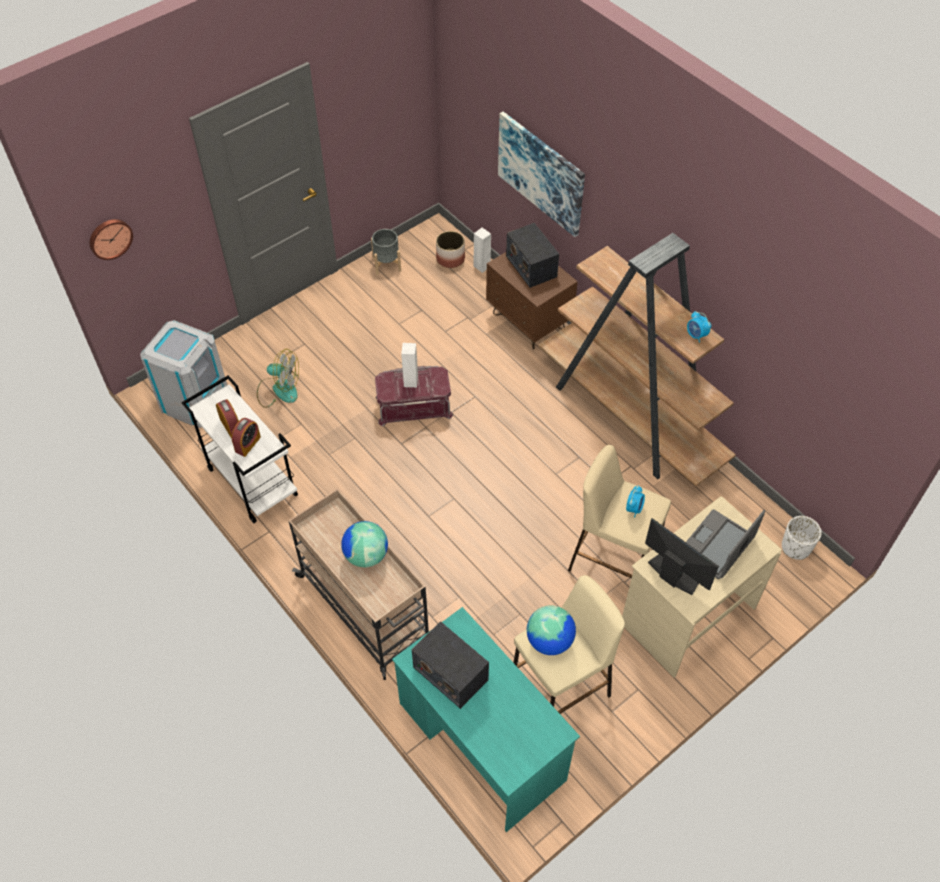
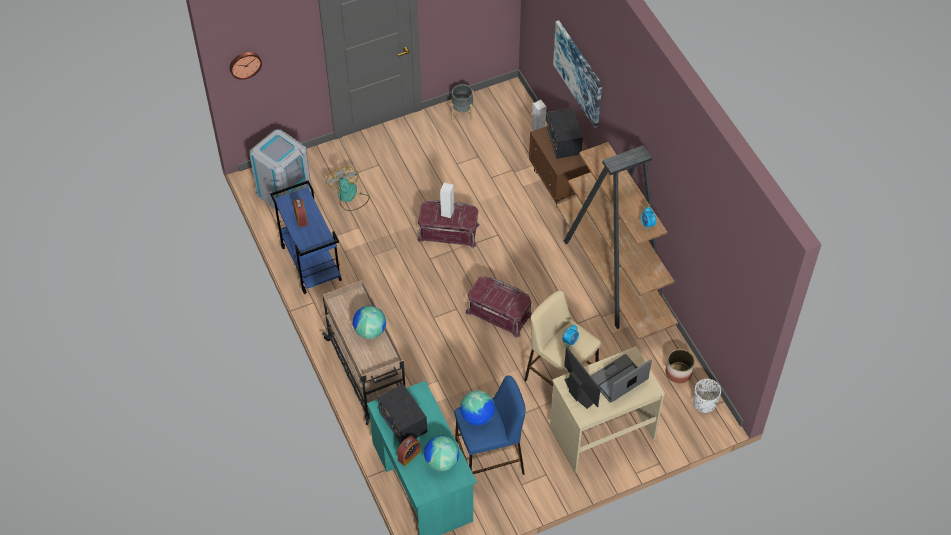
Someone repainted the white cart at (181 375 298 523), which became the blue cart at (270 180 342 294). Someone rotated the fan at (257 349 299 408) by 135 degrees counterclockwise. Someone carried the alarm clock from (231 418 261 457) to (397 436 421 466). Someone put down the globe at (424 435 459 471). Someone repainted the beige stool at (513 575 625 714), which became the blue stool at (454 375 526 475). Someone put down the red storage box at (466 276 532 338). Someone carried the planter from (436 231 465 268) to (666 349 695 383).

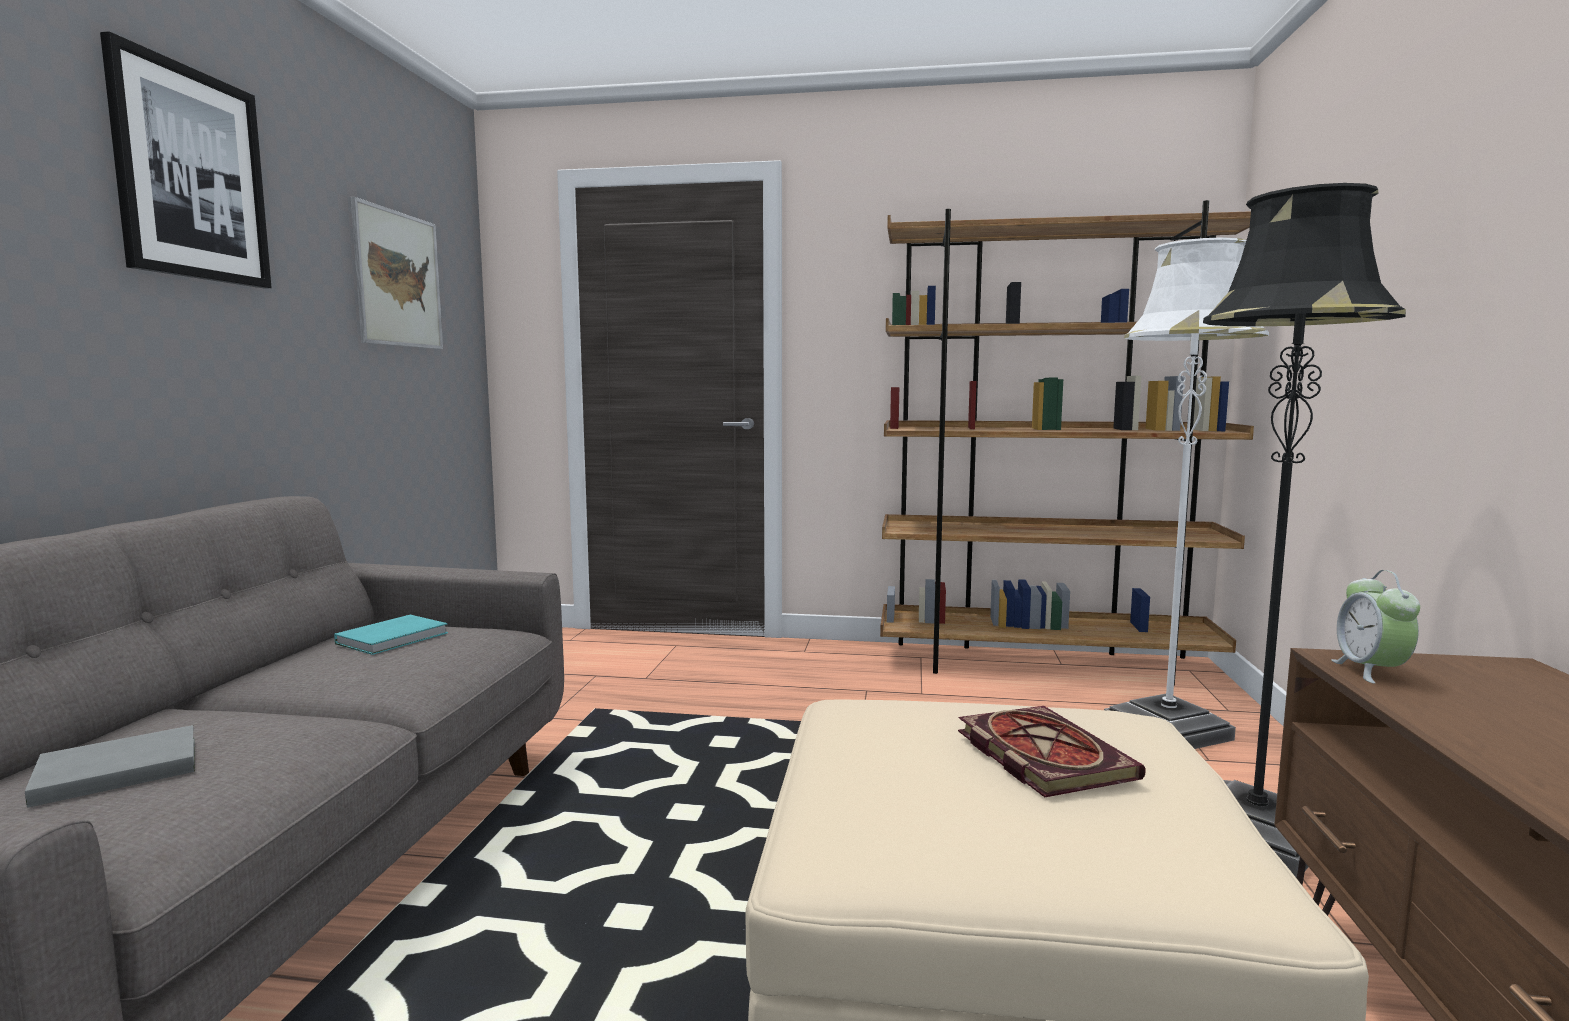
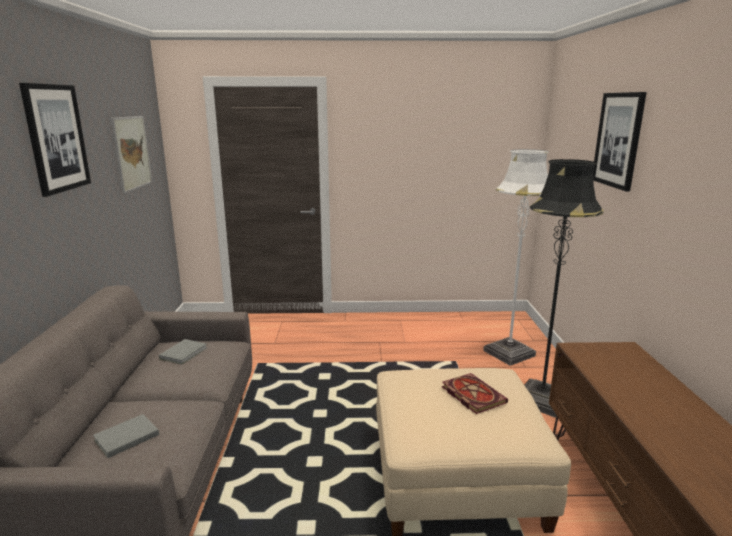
Someone repainted the turquoise book at (334 615 448 655), which became the grey book at (159 339 207 364). Someone put up the picture at (593 92 647 191). Someone took away the brown bookcase at (880 200 1254 685). Someone took away the alarm clock at (1331 570 1420 684).

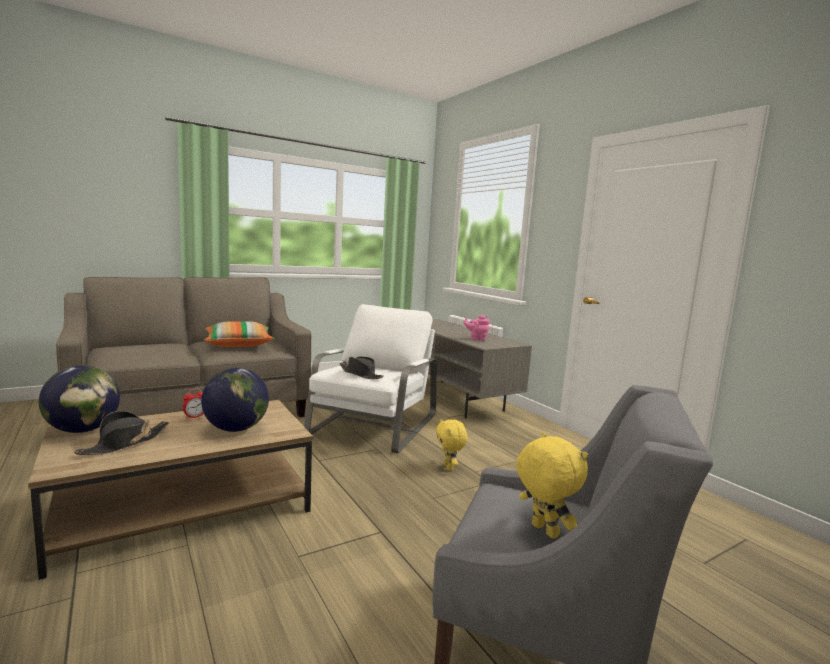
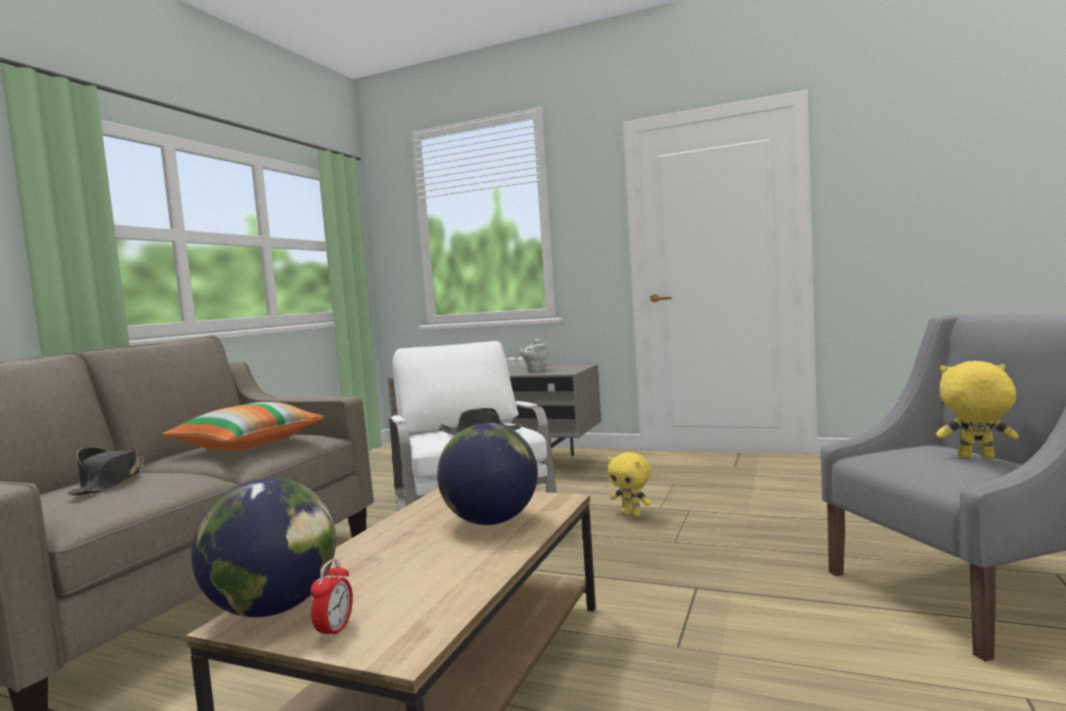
Someone carried the black hat from (74 411 169 455) to (68 447 145 495). Someone carried the alarm clock from (182 388 204 419) to (311 559 353 641). Someone repainted the pink teapot at (464 315 490 341), which became the grey teapot at (520 339 548 372).

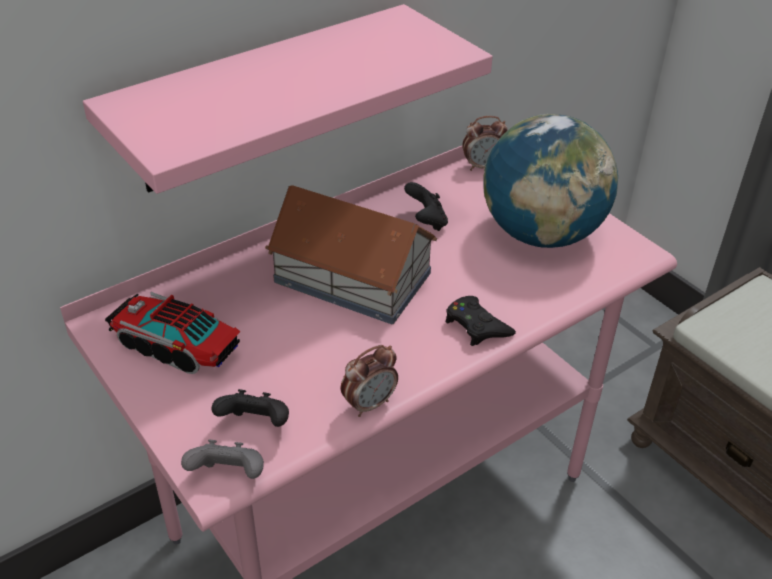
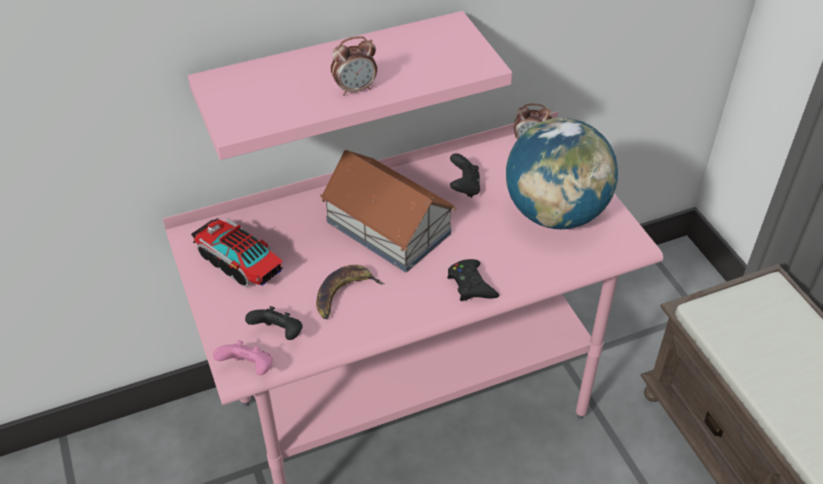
Someone repainted the grey game controller at (181 440 264 479), which became the pink game controller at (213 340 273 375). Someone put down the banana at (316 265 385 319). Someone carried the alarm clock from (340 345 398 417) to (331 36 377 96).

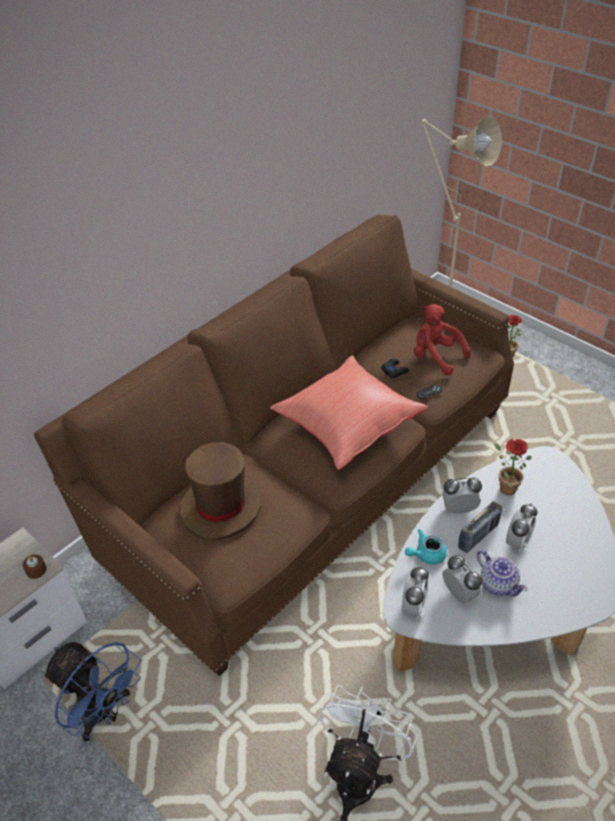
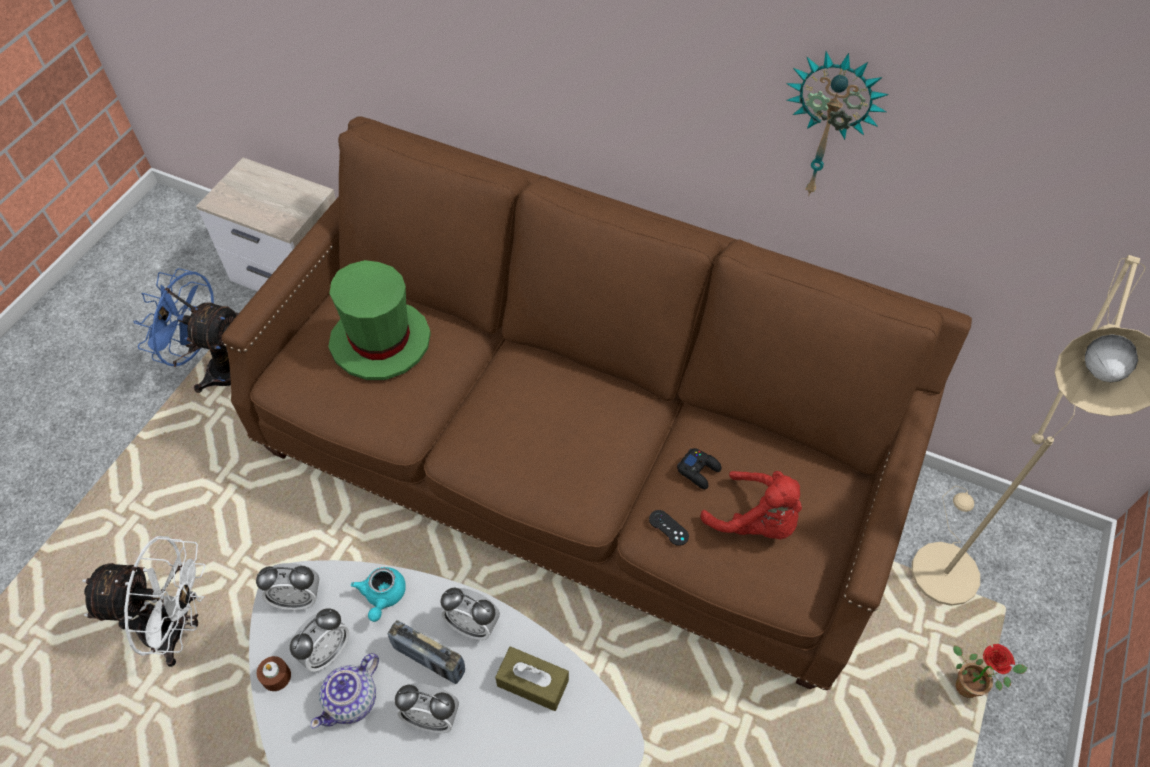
Someone rotated the blue fan at (44 642 141 742) by 90 degrees clockwise. Someone carried the brown candle from (23 555 47 579) to (257 656 291 691). Someone repainted the brown hat at (180 442 261 541), which became the green hat at (328 260 431 380). Someone rotated the turquoise teapot at (405 529 447 565) by 135 degrees counterclockwise. Someone rotated the alarm clock at (442 477 482 514) by 135 degrees clockwise. Someone swapped the potted plant at (495 439 532 495) for the brown tissue box at (495 646 569 711). Someone rotated the red plush toy at (414 304 471 375) by 105 degrees clockwise. Someone put up the wall clock at (786 51 889 196). Someone took away the red pillow at (270 355 428 470).

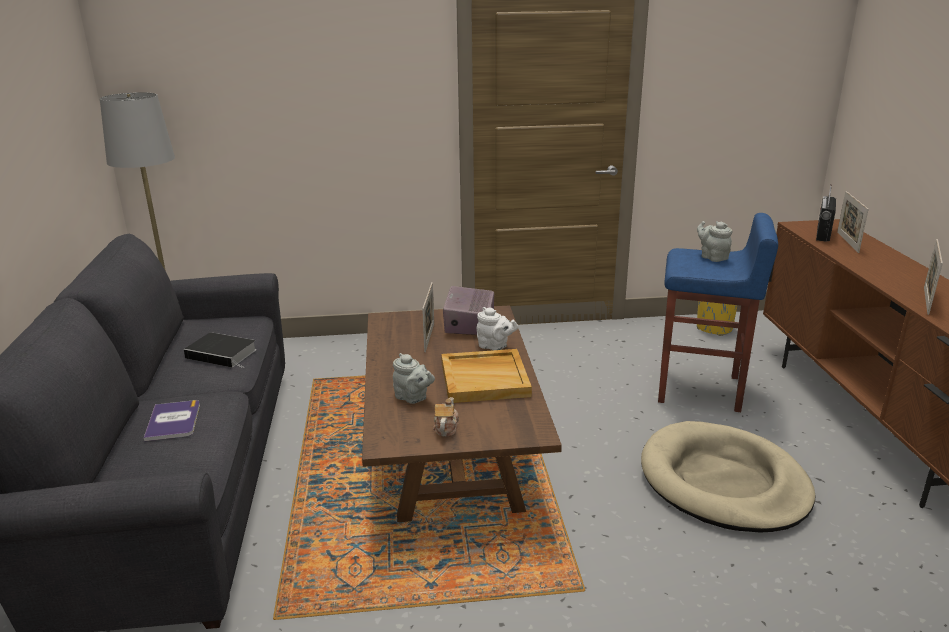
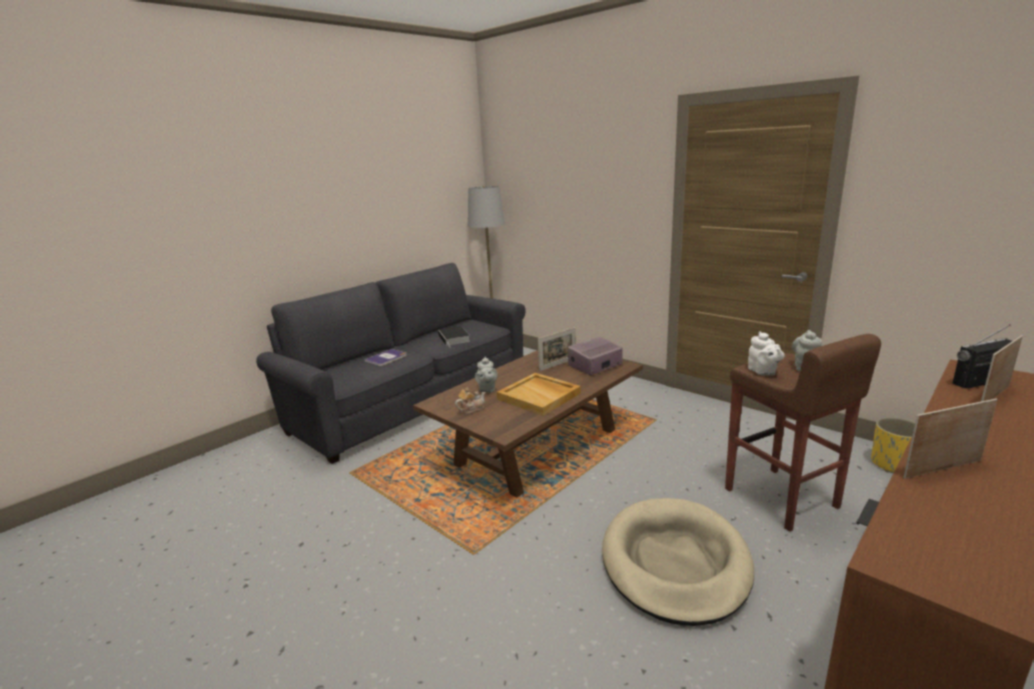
Someone repainted the blue stool at (658 213 778 412), which became the brown stool at (725 334 881 532). Someone carried the white teapot from (477 307 518 350) to (748 331 784 375).

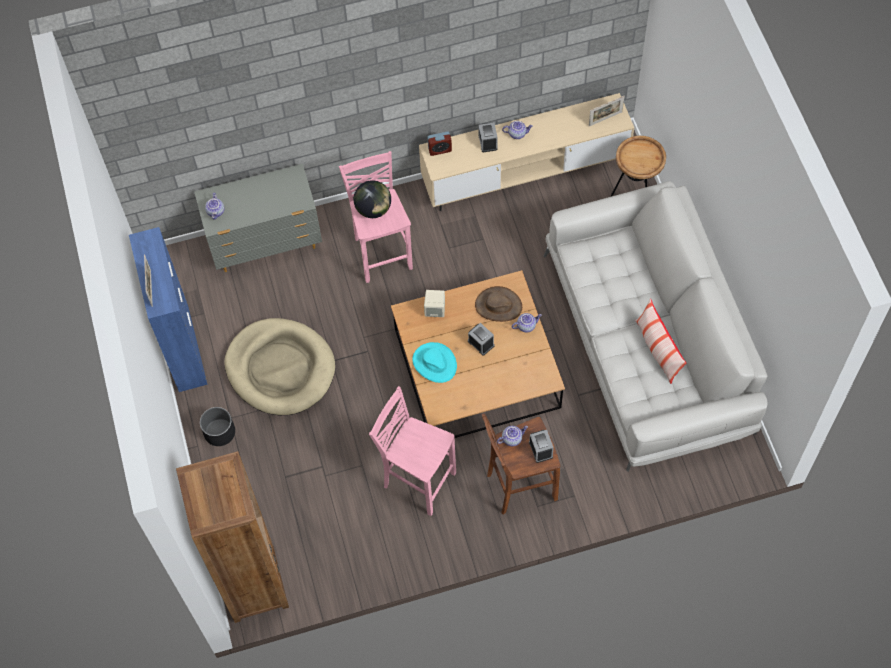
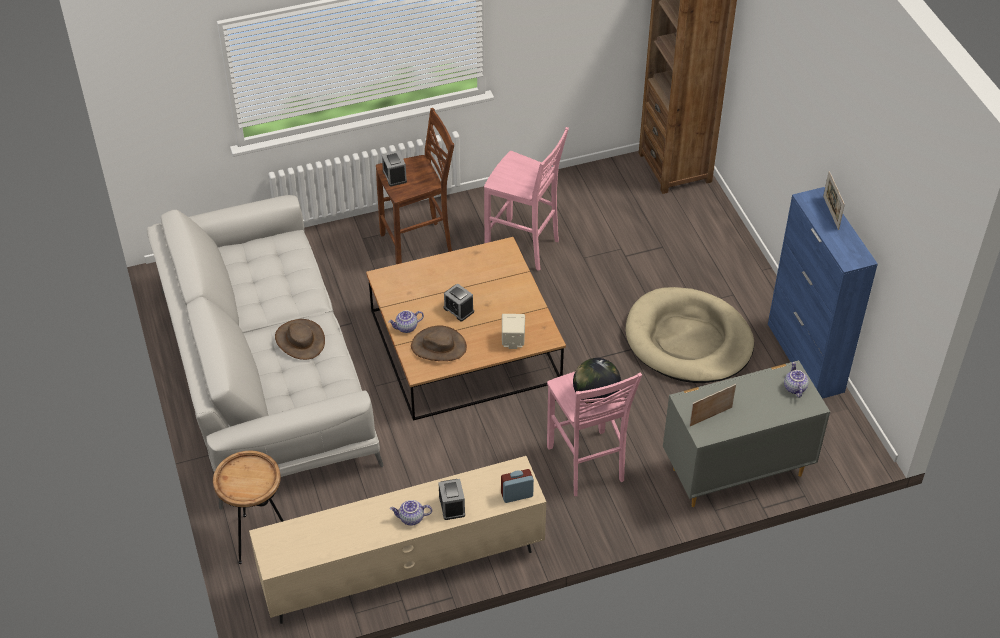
Someone put down the brown hat at (275 319 325 360). Someone carried the picture frame from (589 96 624 126) to (689 384 736 427). Someone took away the black planter at (200 407 235 446). Someone took away the turquoise hat at (412 342 457 383). Someone took away the teapot at (497 426 528 446). Someone took away the pillow at (635 299 686 384).

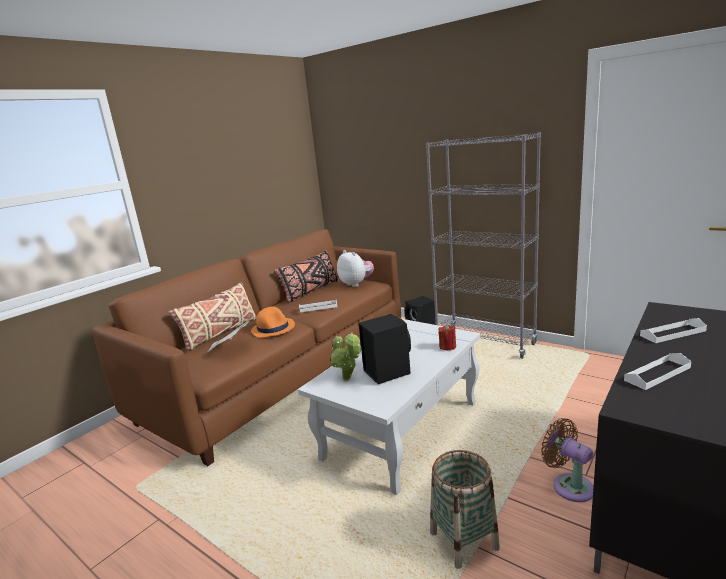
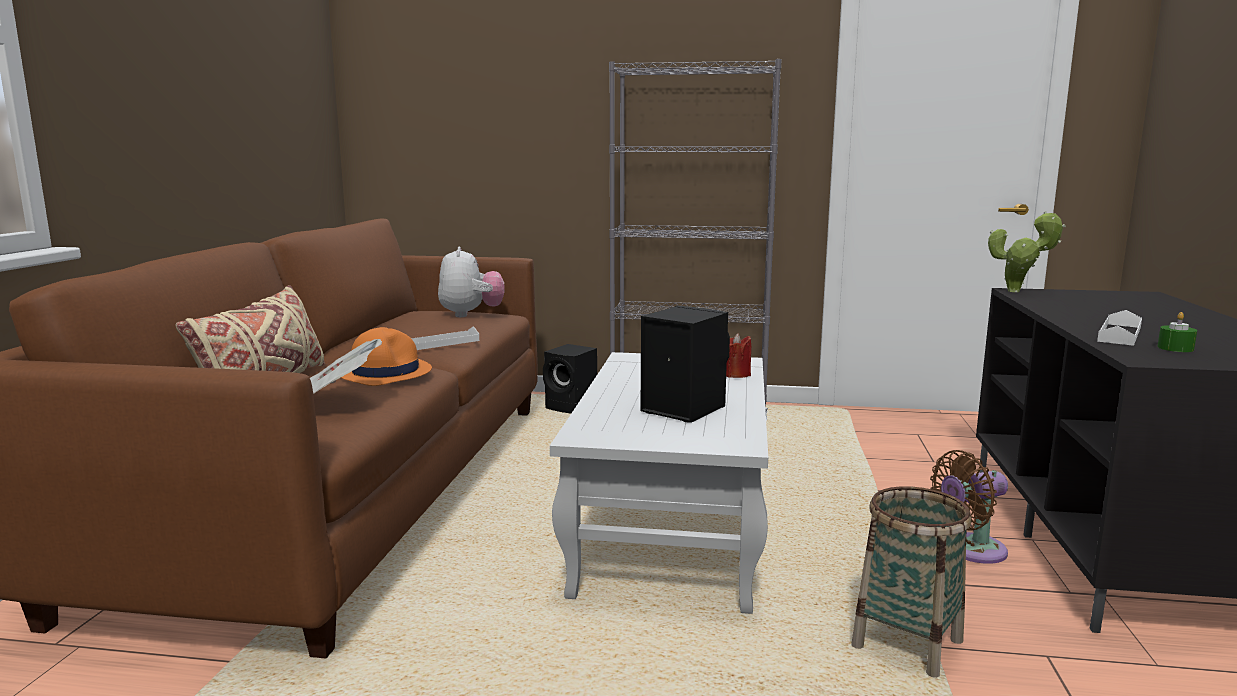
Someone rotated the plush toy at (337 250 374 287) by 60 degrees clockwise. Someone rotated the brown fan at (541 418 594 502) by 45 degrees counterclockwise. Someone carried the potted plant from (331 332 361 381) to (988 211 1066 292). Someone put down the green candle at (1157 312 1197 352). Someone took away the black pillow at (274 250 339 302). Someone took away the white tray at (640 318 707 343).

